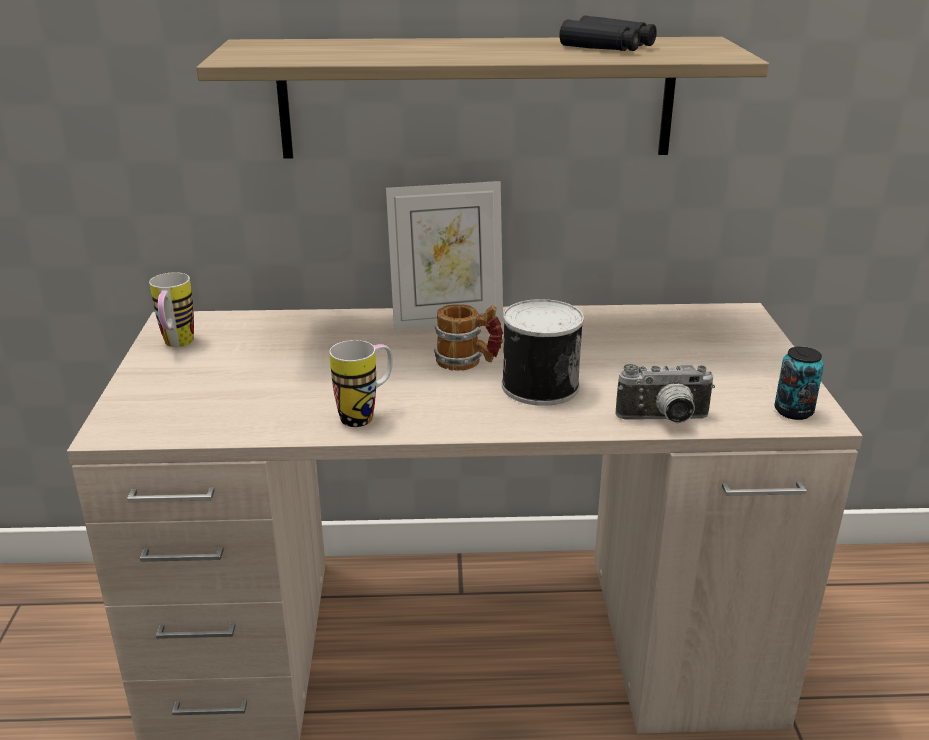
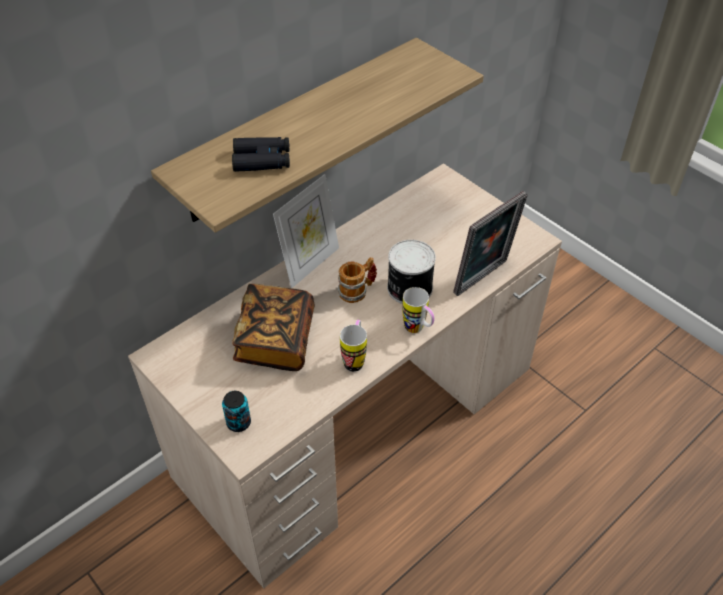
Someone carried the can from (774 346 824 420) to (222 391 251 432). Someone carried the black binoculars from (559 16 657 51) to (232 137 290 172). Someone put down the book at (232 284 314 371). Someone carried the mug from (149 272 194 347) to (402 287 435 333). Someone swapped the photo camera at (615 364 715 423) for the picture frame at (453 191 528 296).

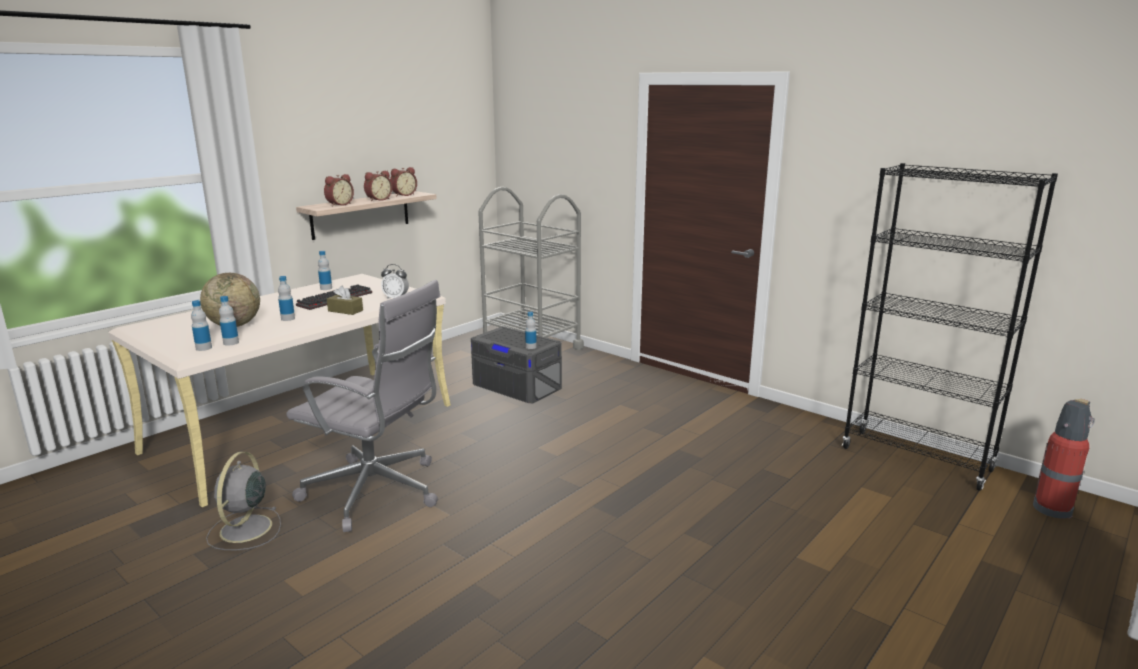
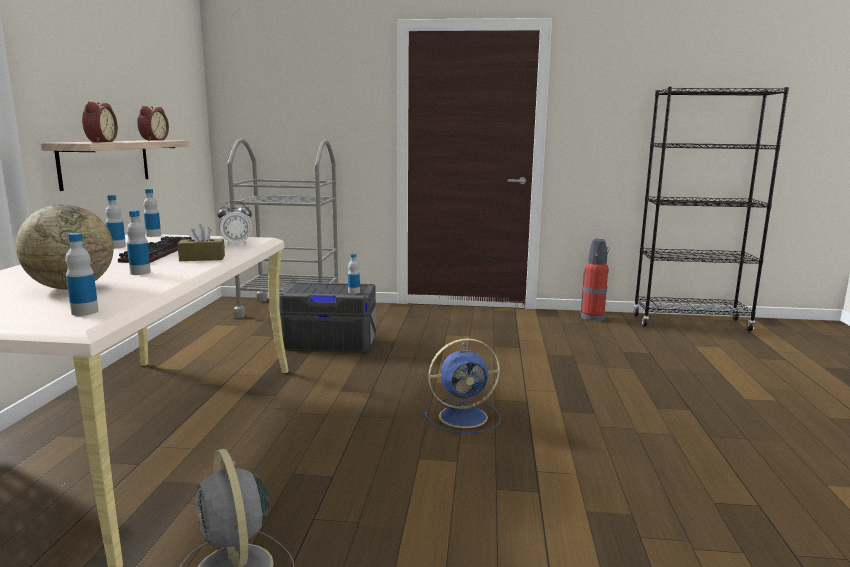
Someone carried the bottle from (219 296 239 346) to (144 189 161 237). Someone put down the blue fan at (424 338 501 433). Someone carried the fire extinguisher from (1033 399 1095 519) to (581 238 610 321). Someone took away the grey office chair at (286 280 441 532). Someone took away the alarm clock at (364 170 392 201).

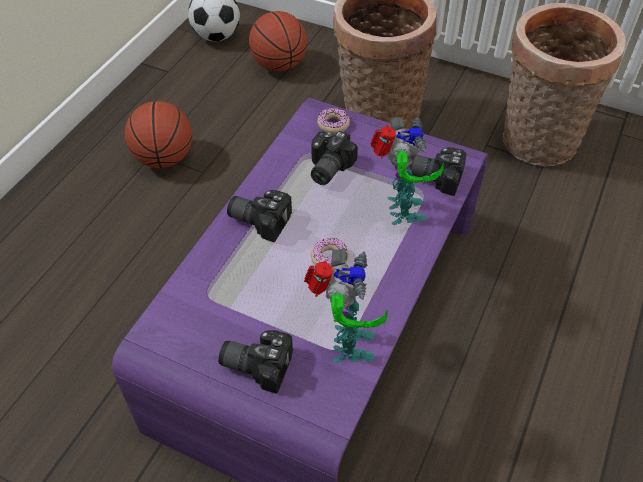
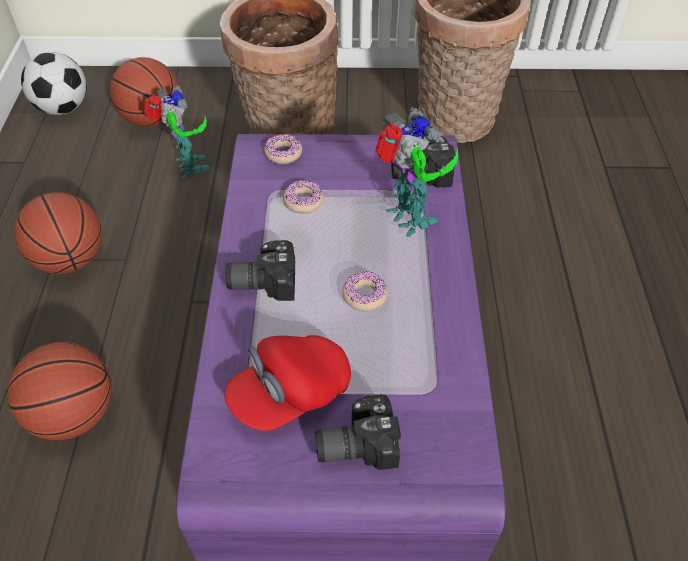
Someone put down the basketball at (7 342 111 440). Someone carried the toy robot from (304 248 387 363) to (144 85 210 178). Someone put down the red cap at (224 335 351 431). Someone swapped the photo camera at (311 131 358 185) for the donut at (283 180 324 213).

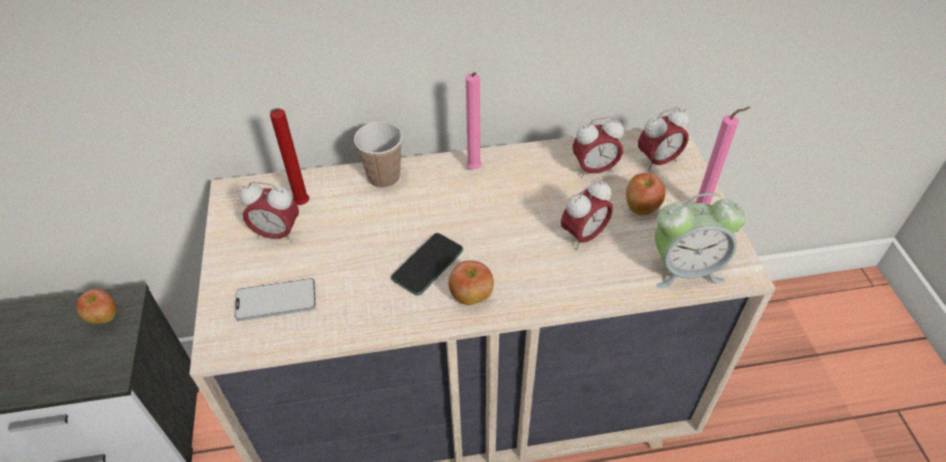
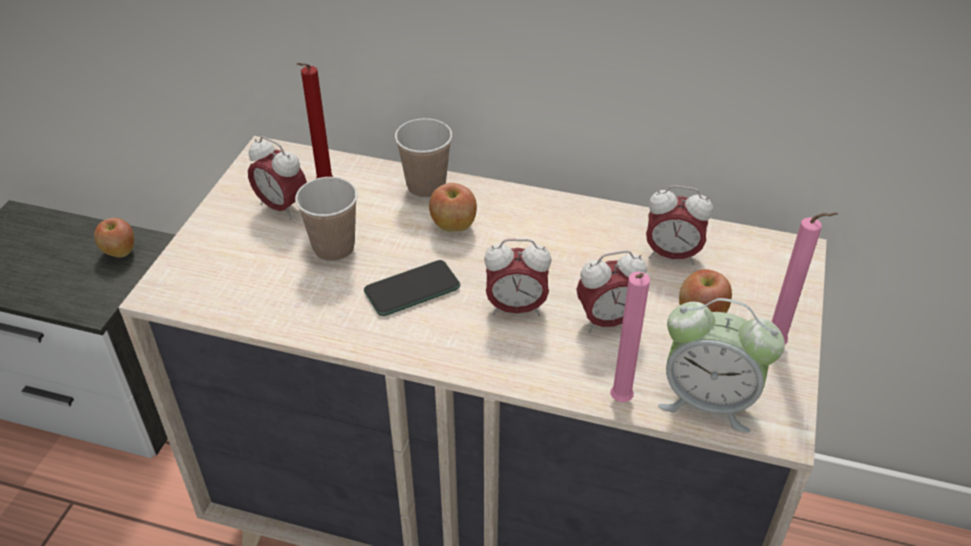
Someone put down the cup at (295 177 358 262). Someone carried the apple from (449 260 494 305) to (429 183 477 232). Someone carried the alarm clock from (638 107 689 171) to (484 239 551 316). Someone carried the pink candle from (466 72 482 169) to (610 272 650 402). Someone took away the phone at (235 278 316 321).

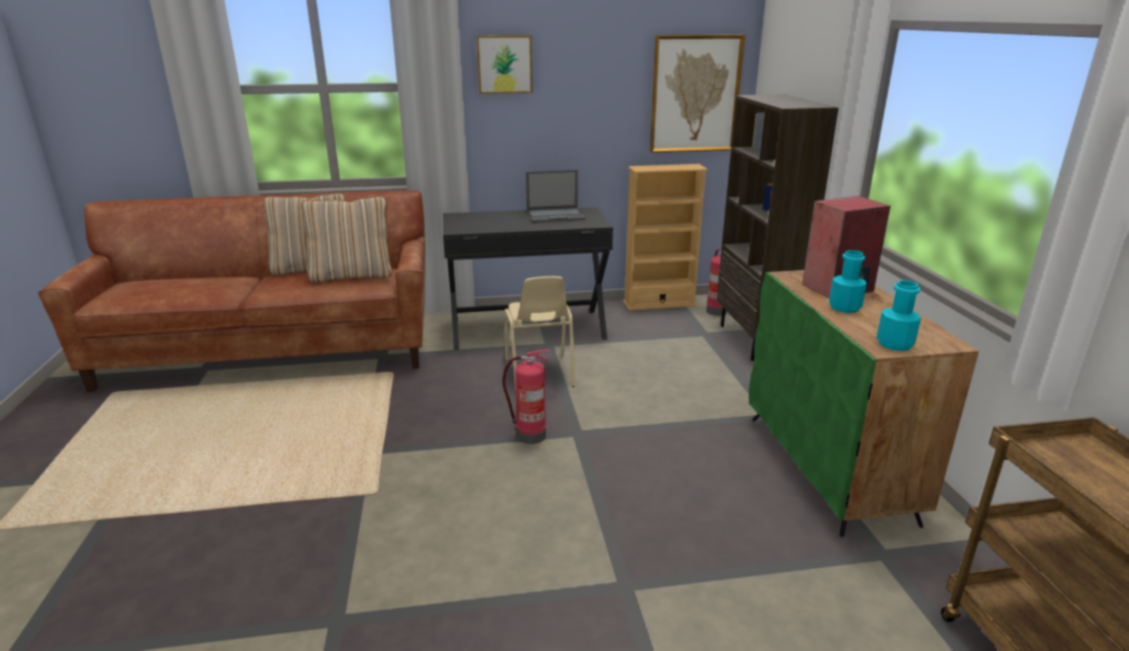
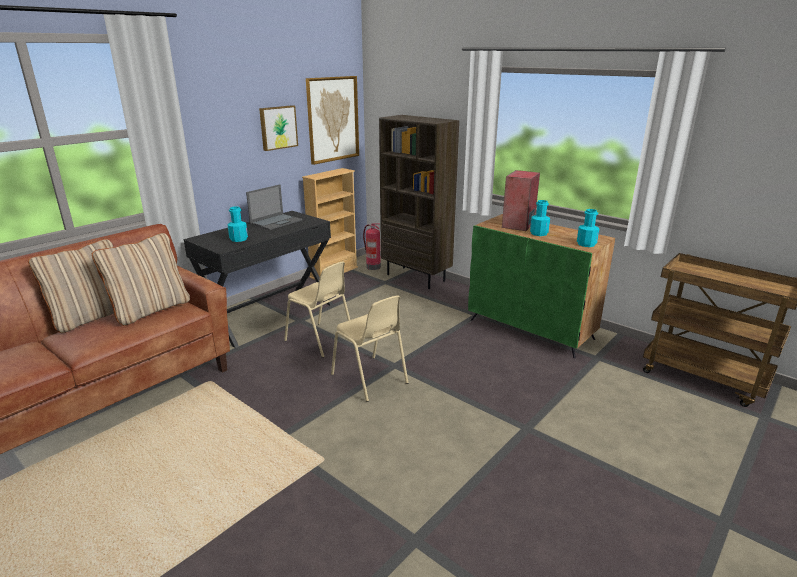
Someone put down the turquoise bottle at (227 207 248 242). Someone carried the picture from (476 35 533 94) to (259 105 298 151). Someone swapped the fire extinguisher at (503 349 550 444) for the beige chair at (331 295 408 402).

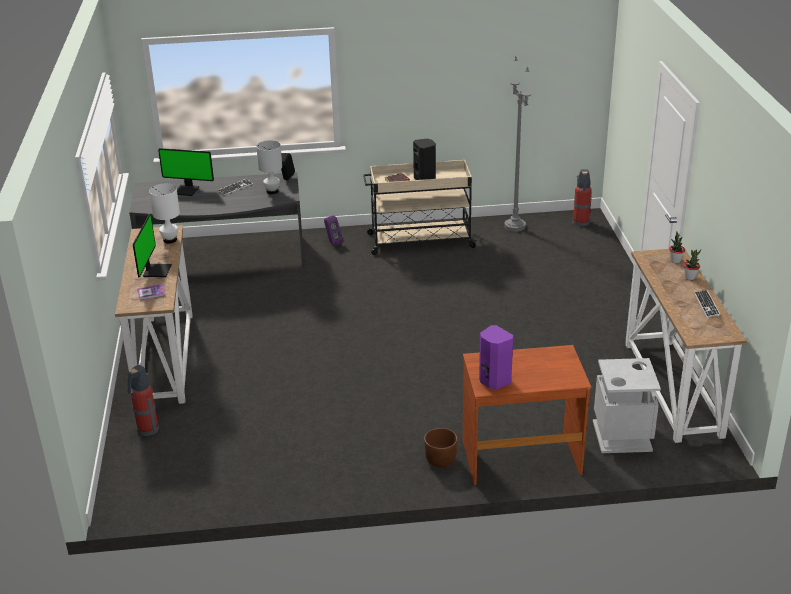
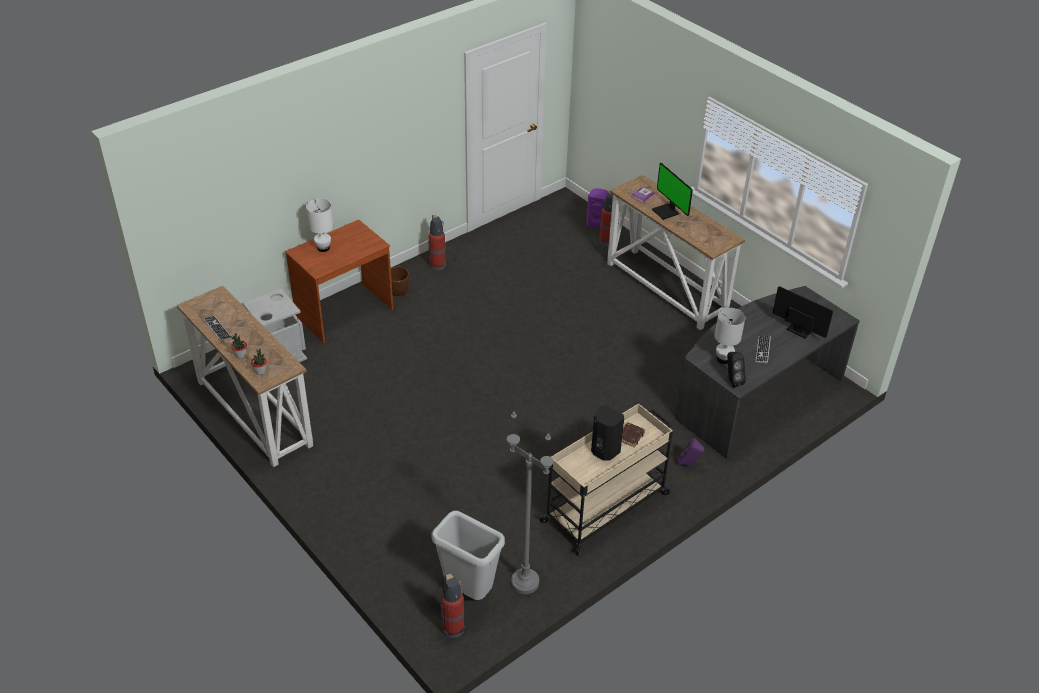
Someone carried the white table lamp from (149 184 180 244) to (306 199 333 252). Someone put down the fire extinguisher at (428 215 446 270). Someone put down the grey trash can at (431 511 505 600). Someone carried the purple speaker from (479 325 513 389) to (586 188 608 229). Someone rotated the monitor at (158 148 214 196) by 60 degrees clockwise.

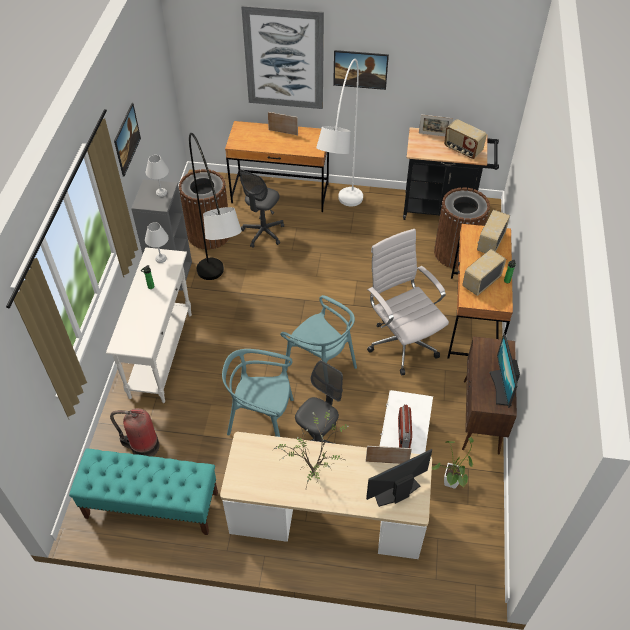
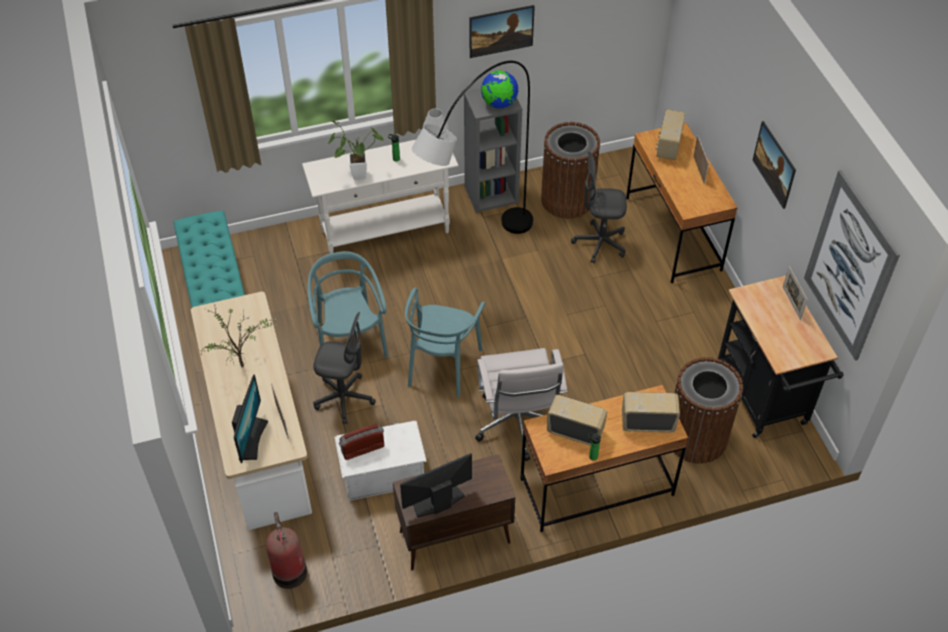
Someone rotated the monitor at (366 449 432 507) by 60 degrees clockwise. Someone carried the fire extinguisher from (110 408 159 457) to (266 512 307 589). Someone carried the potted plant from (432 437 474 489) to (328 120 384 180). Someone rotated the white office chair at (367 229 449 375) by 135 degrees clockwise. Someone swapped the white table lamp at (146 155 169 197) for the globe at (481 71 518 108). Someone carried the radio from (444 119 487 159) to (655 109 685 160). Someone carried the picture from (241 5 324 109) to (804 170 900 361). Someone took away the white floor lamp at (316 59 363 206).

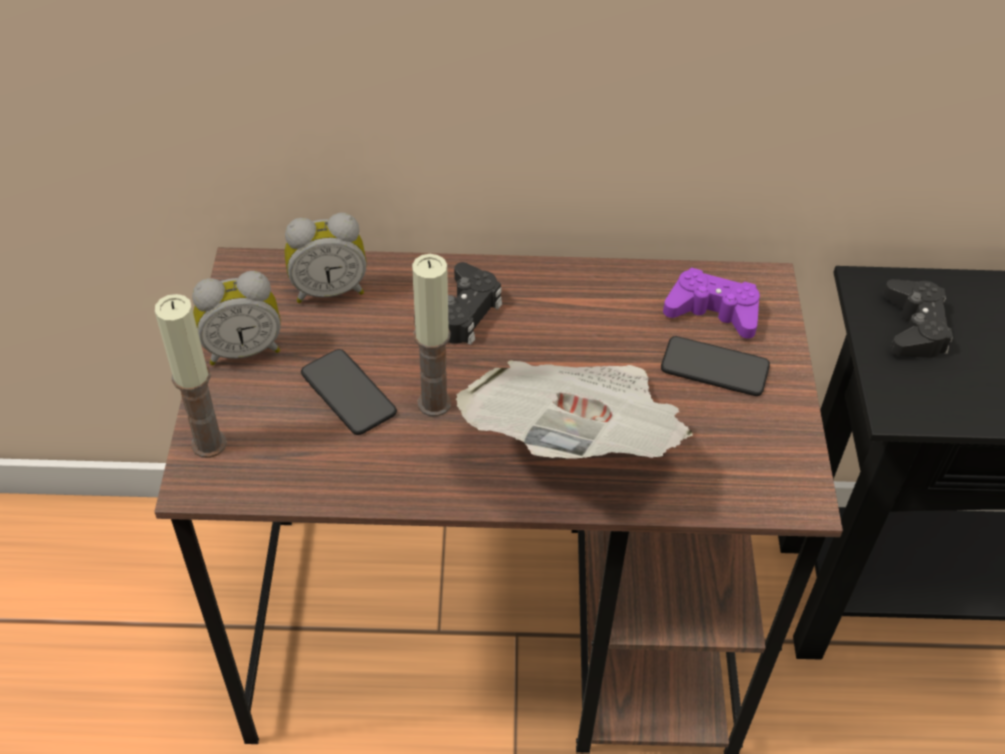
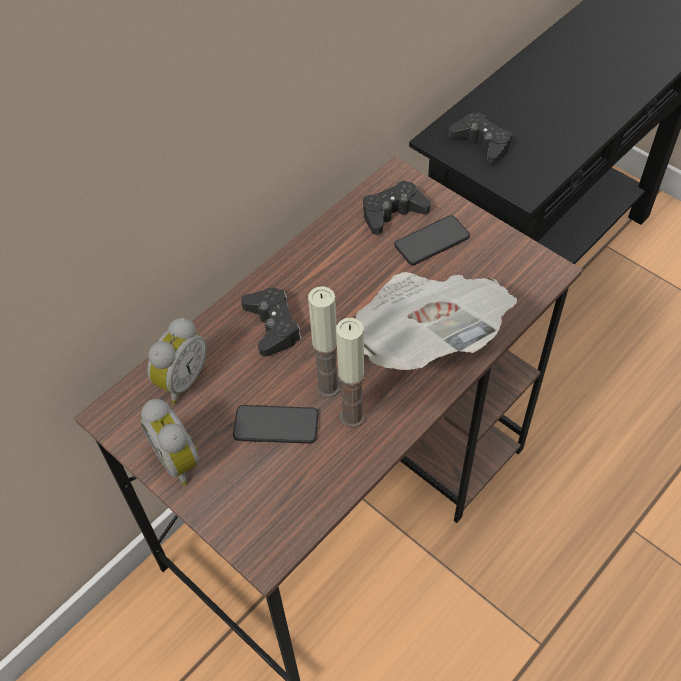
Someone rotated the alarm clock at (192 271 281 365) by 120 degrees clockwise. Someone carried the candle from (155 294 227 458) to (336 318 366 428). Someone repainted the purple game controller at (663 268 760 339), which became the black game controller at (363 180 431 235).

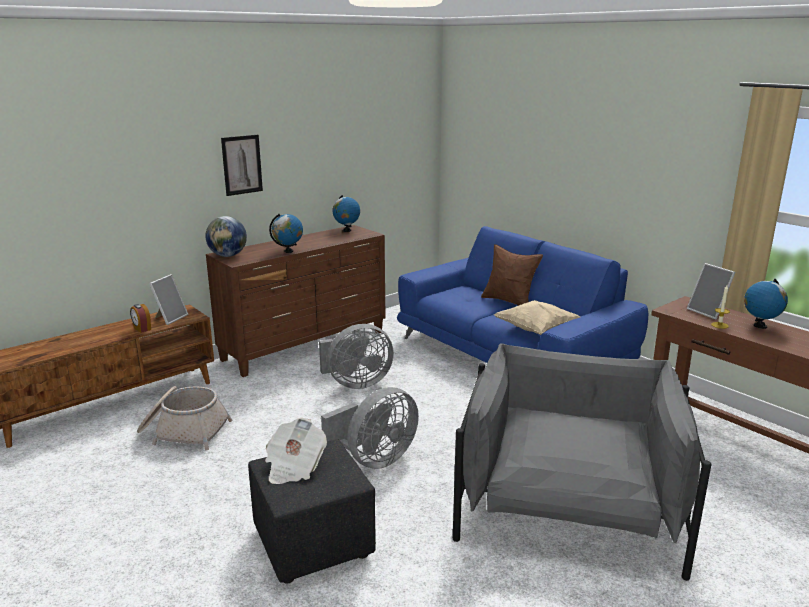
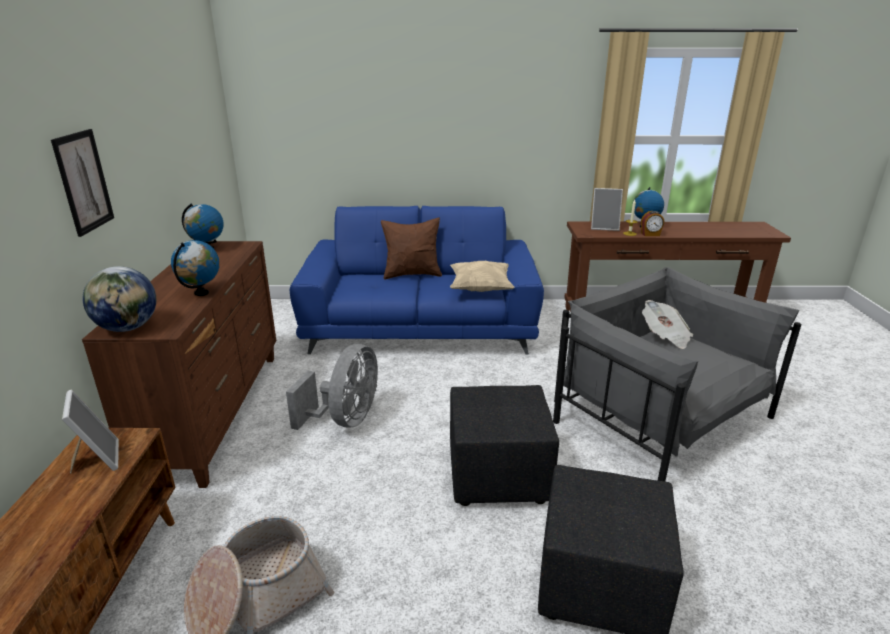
Someone swapped the grey fan at (321 387 419 469) for the black ottoman at (450 385 559 506). Someone carried the alarm clock from (130 304 151 333) to (641 211 664 236). Someone carried the newspaper from (265 418 327 484) to (642 300 693 349).

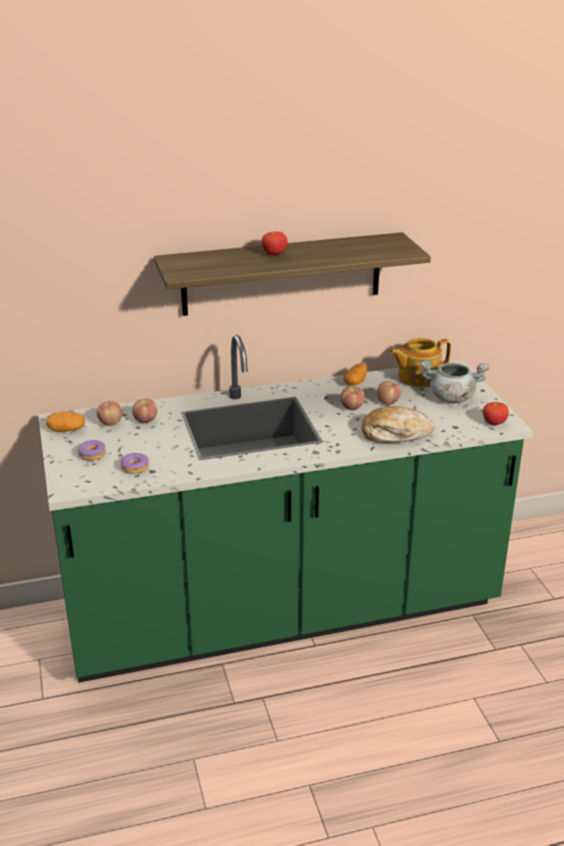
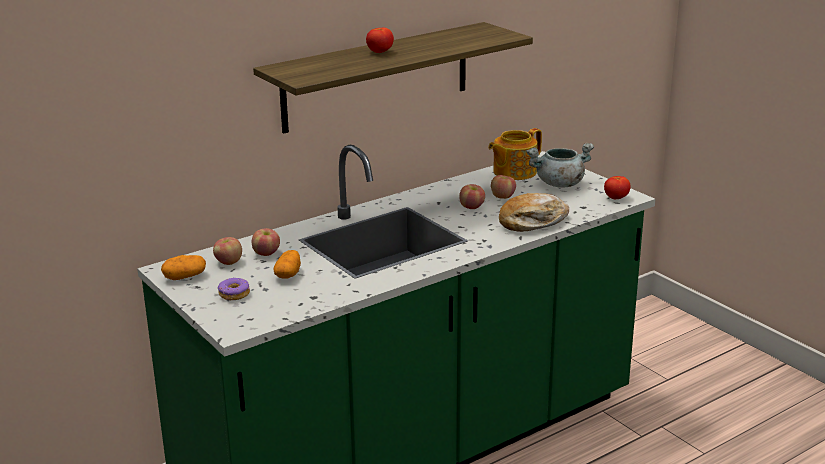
Someone carried the potato from (343 364 367 386) to (274 250 301 279). Someone took away the donut at (121 452 149 474).

